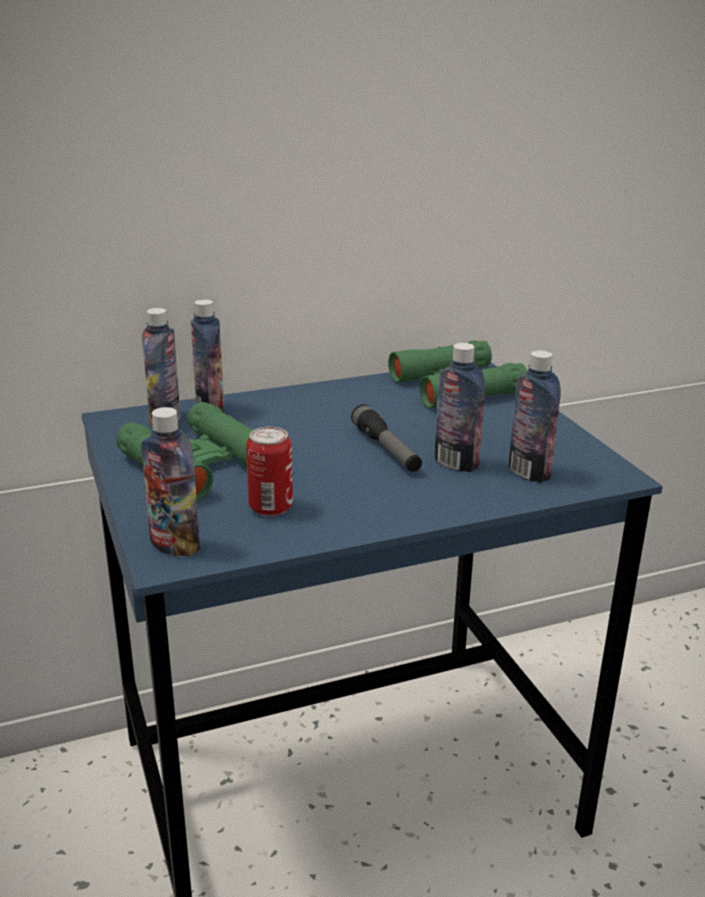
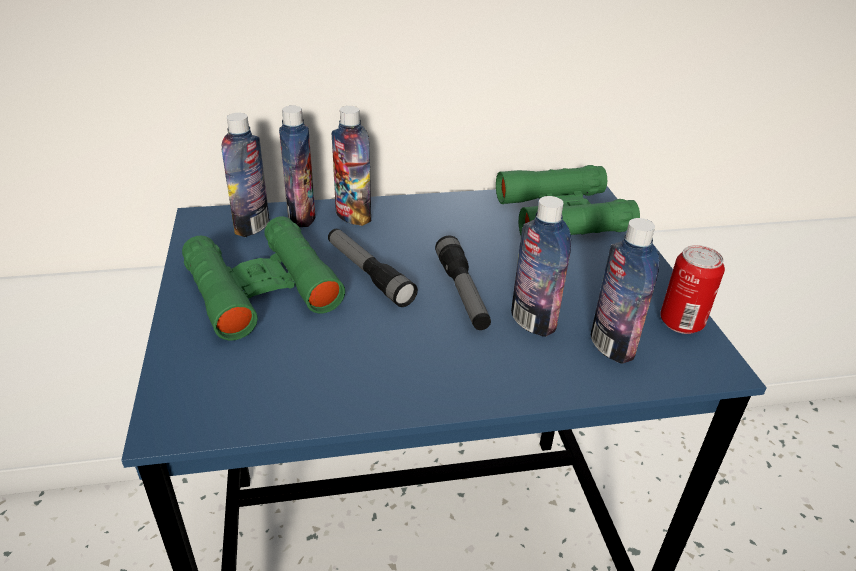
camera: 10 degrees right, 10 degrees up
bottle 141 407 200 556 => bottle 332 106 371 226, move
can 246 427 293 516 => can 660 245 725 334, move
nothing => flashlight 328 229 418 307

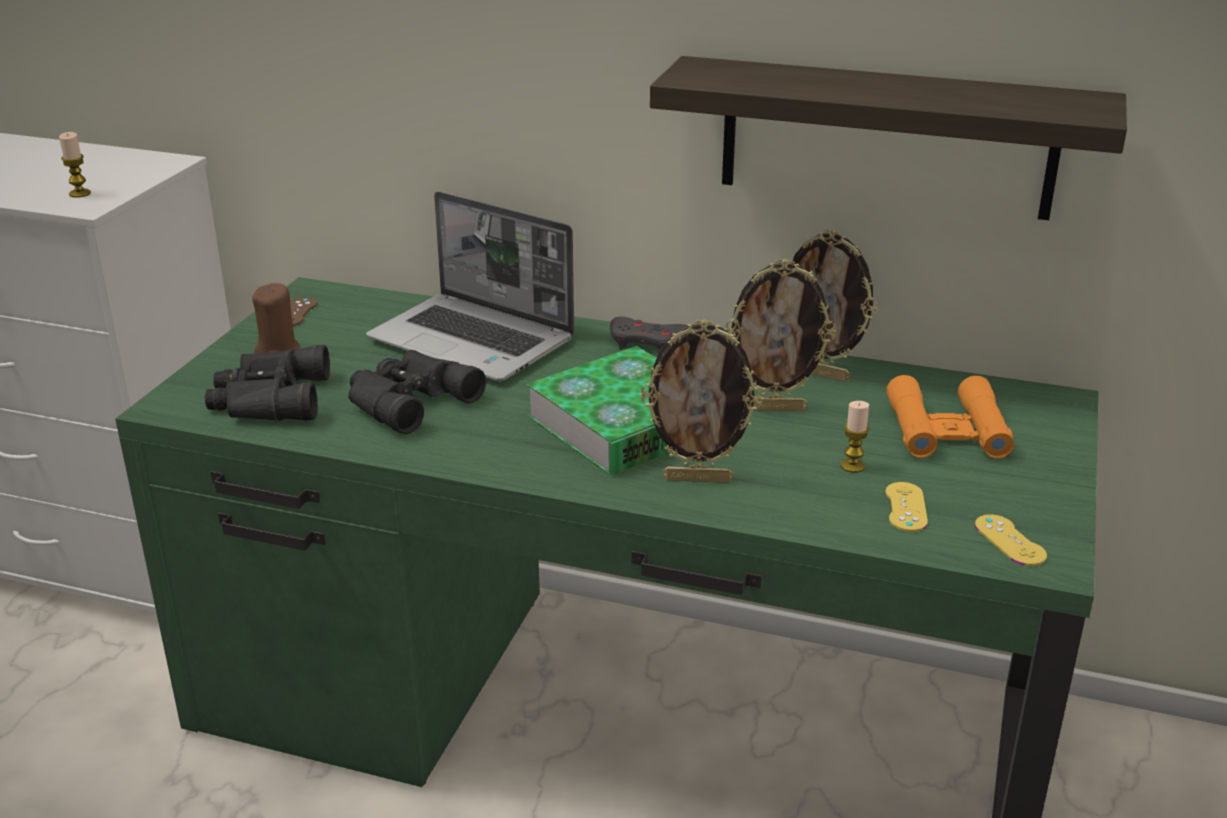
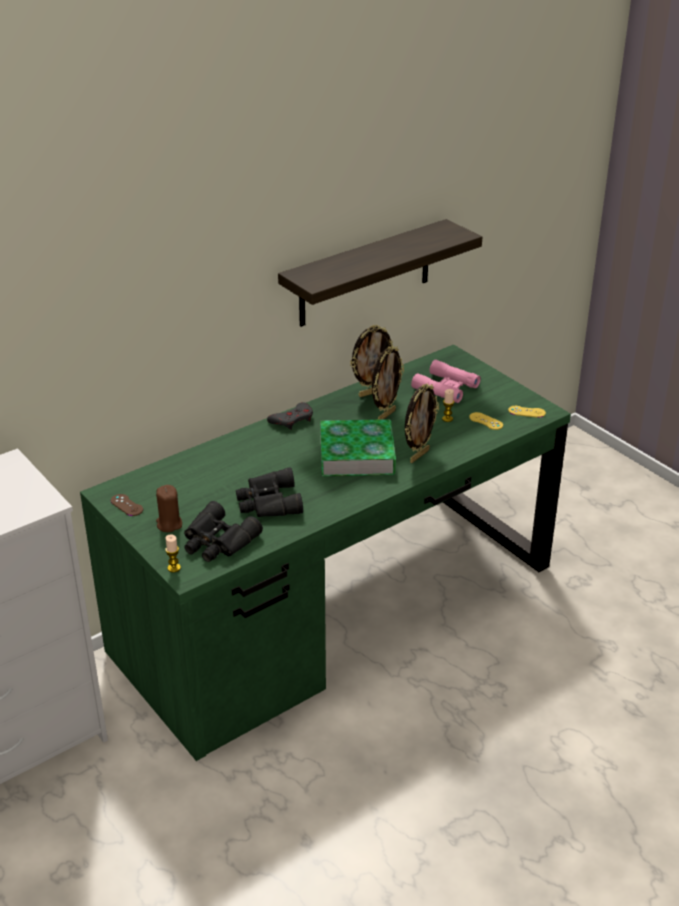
camera: 55 degrees left, 5 degrees up
candle 59 132 91 198 => candle 165 534 181 573, move
laptop 366 191 574 381 => nothing
orange_binoculars 886 375 1014 459 => pink_binoculars 411 360 481 403

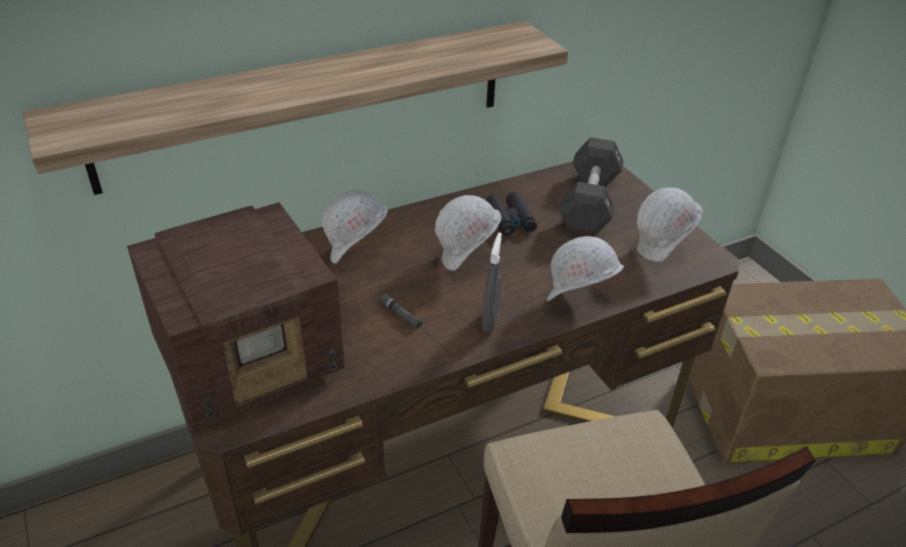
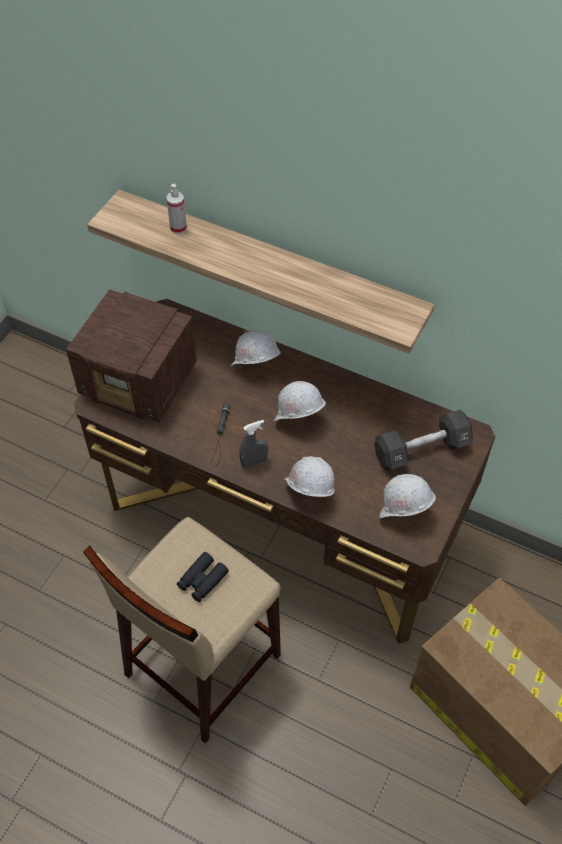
camera: 55 degrees right, 15 degrees up
black_binoculars 485 192 537 236 => black_binoculars 177 552 229 602, move
nothing => spray_bottle 166 184 187 234

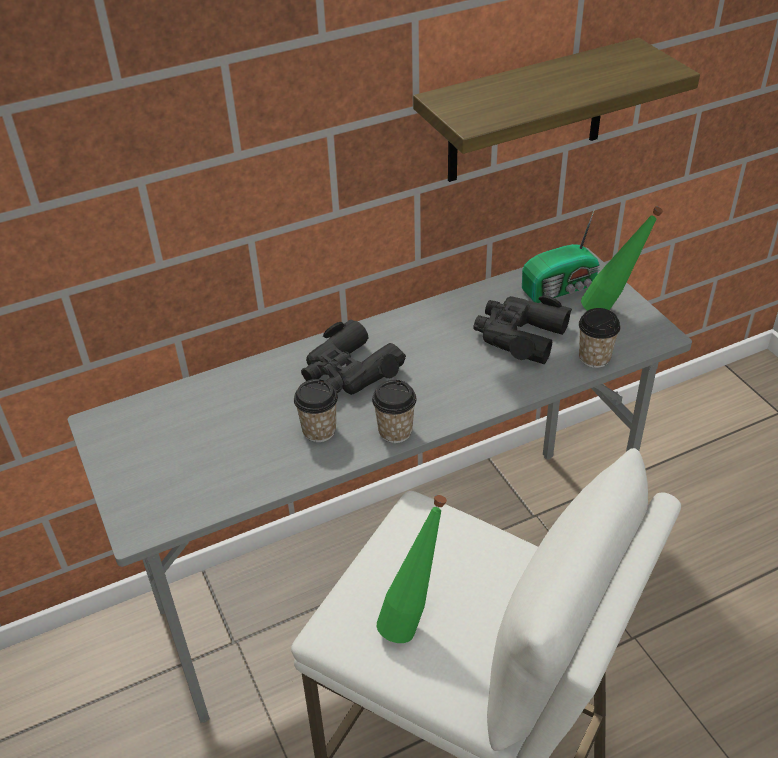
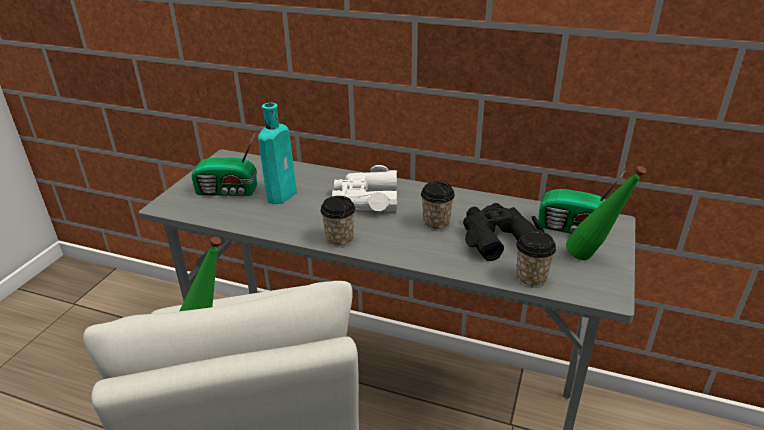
camera: 45 degrees right, 10 degrees down
shelf 413 38 700 182 => nothing
black_binoculars 301 319 406 395 => white_binoculars 332 165 397 211
cup 294 379 338 442 => cup 421 181 455 231, move
nothing => turquoise_bottle 258 103 297 204
nothing => radio 191 133 257 196

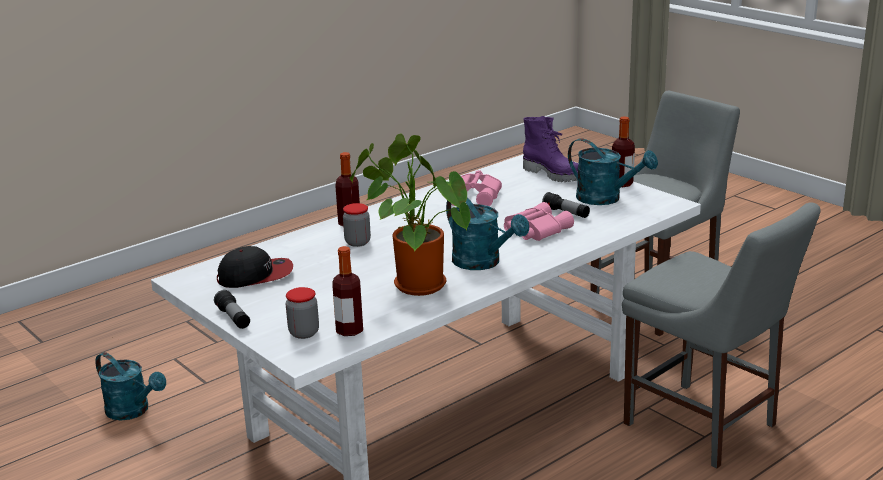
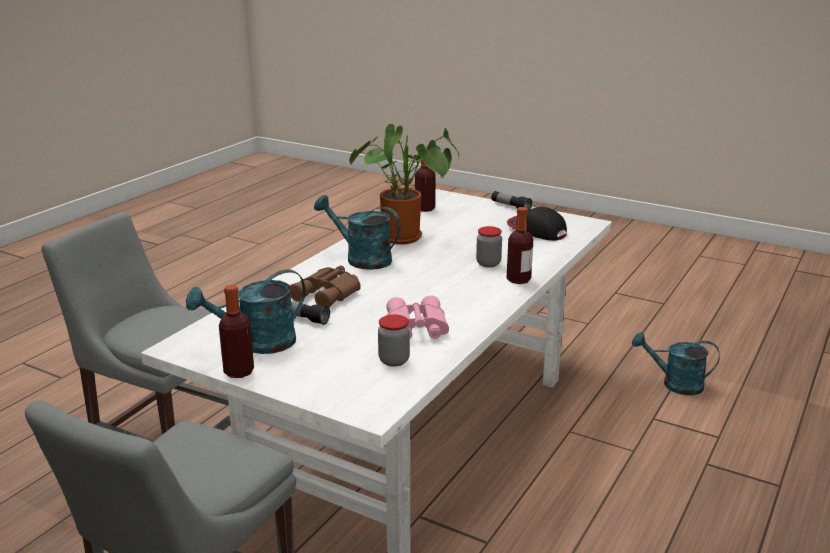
camera: 160 degrees right, 0 degrees up
purple_boot 523 116 578 182 => nothing
turquoise_watering_can 568 138 658 205 => turquoise_watering_can 186 269 306 354, 45 degrees counterclockwise
pink_binoculars 504 202 574 241 => brown_binoculars 290 265 361 307
cap 217 246 293 288 => cap 507 207 567 241, 75 degrees clockwise
jar 286 287 319 339 => jar 378 314 410 367, move

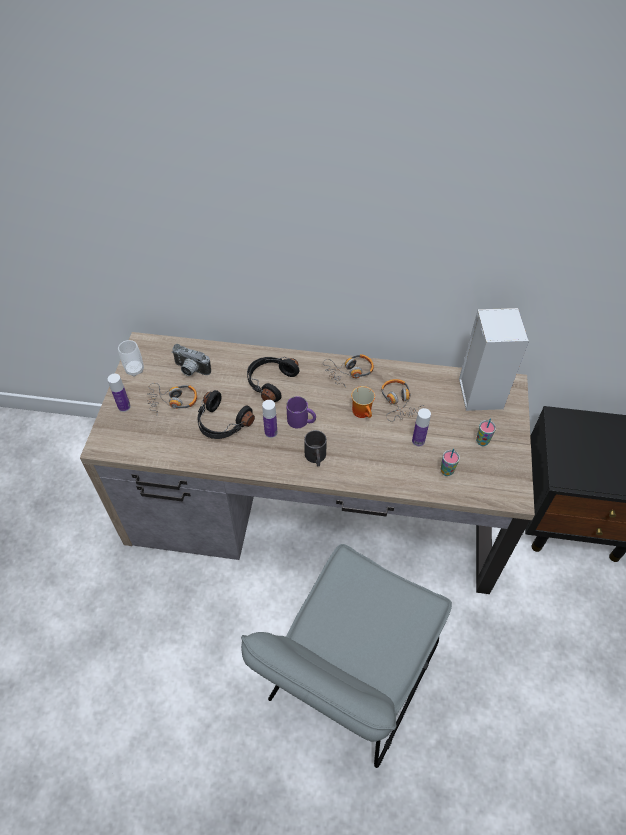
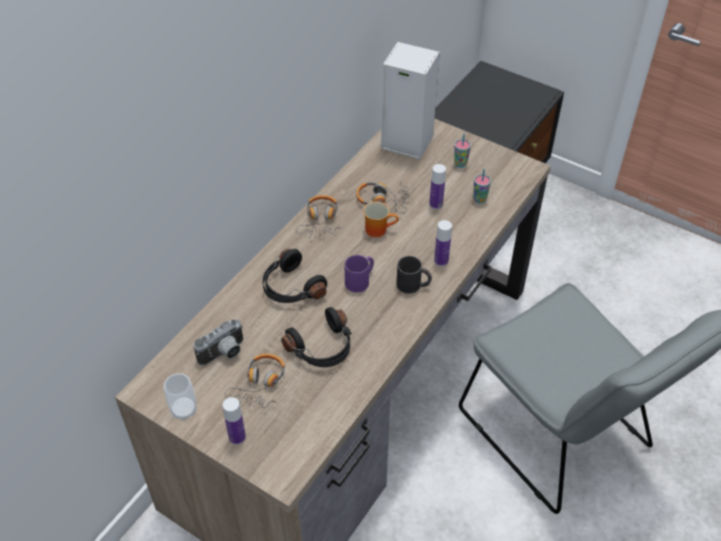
camera: 65 degrees left, 5 degrees down
bottle 262 400 277 438 => bottle 434 220 452 266, move

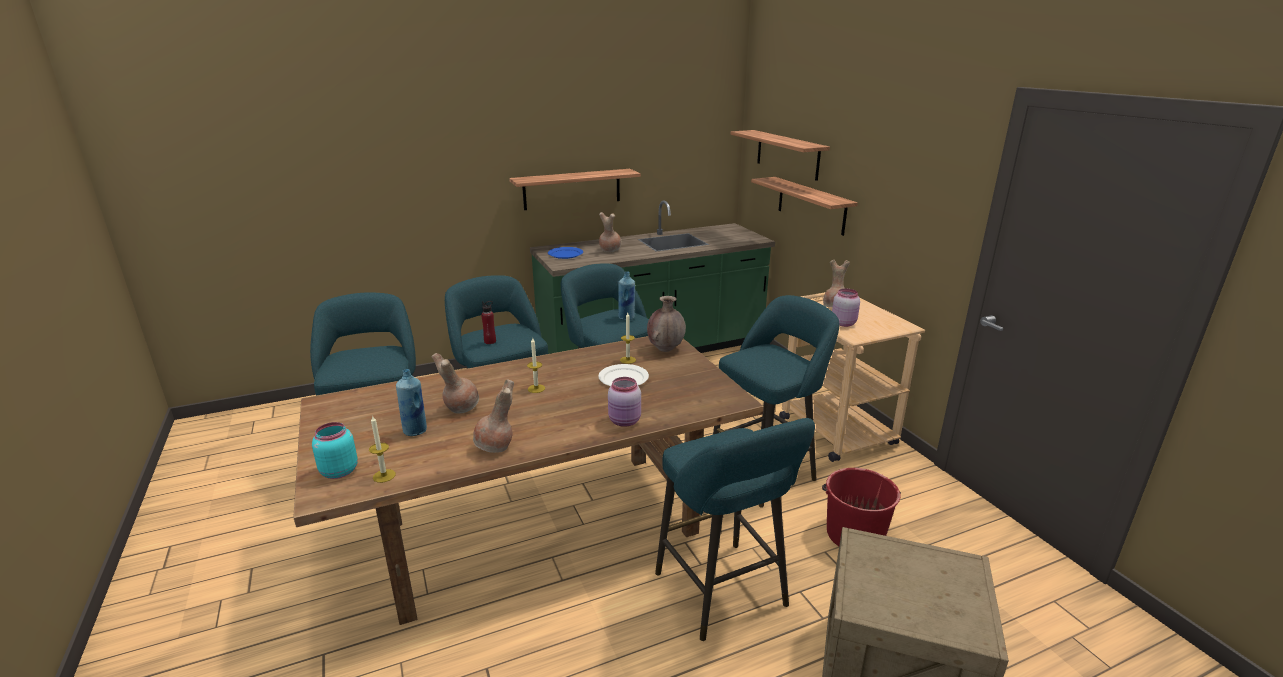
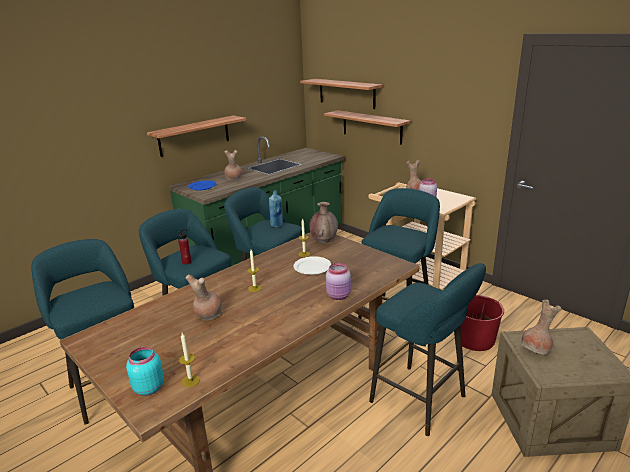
camera: 20 degrees left, 0 degrees up
blue_bottle 396 369 427 436 => nothing
brown_vase 473 380 514 453 => brown_vase 521 300 562 355, move

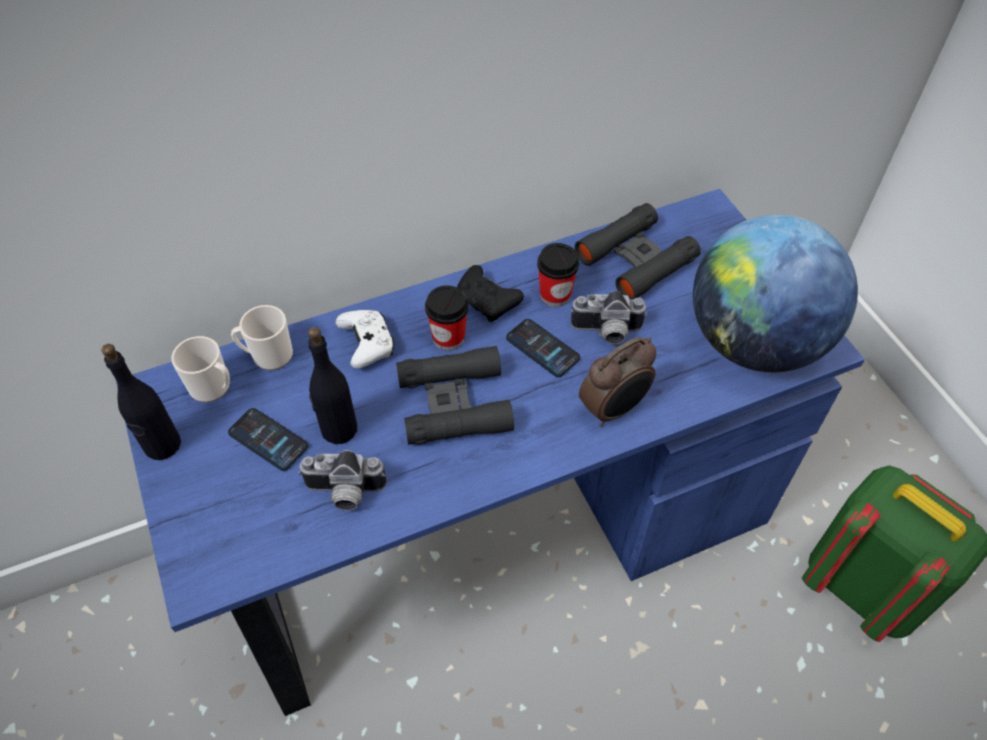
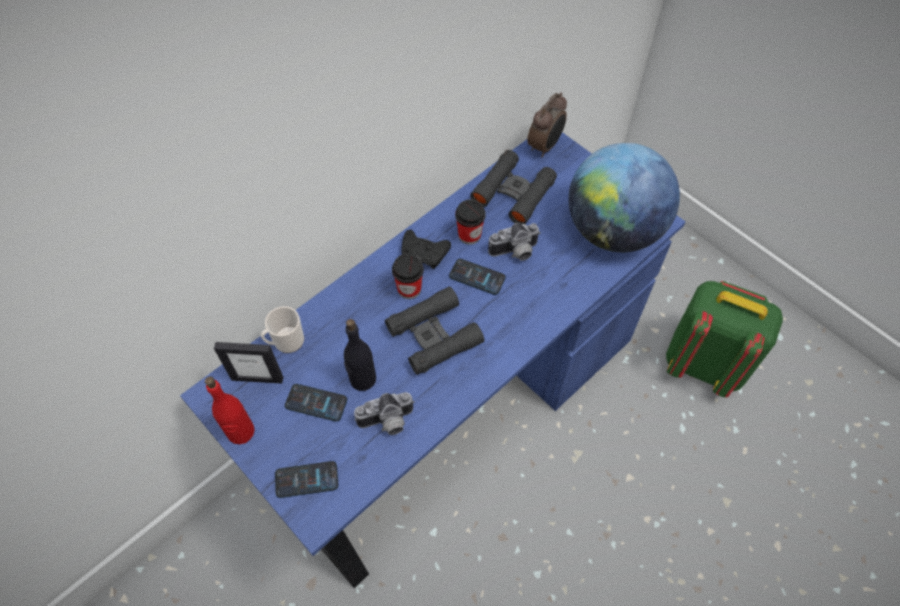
camera: 20 degrees left, 5 degrees up
white_game_controller 335 310 394 369 => nothing
mug 171 336 230 402 => picture_frame 214 342 283 384
alarm_clock 579 337 657 427 => alarm_clock 527 93 567 158, move
black_bottle 101 344 181 460 => red_bottle 205 377 255 444
nothing => phone 275 461 338 498

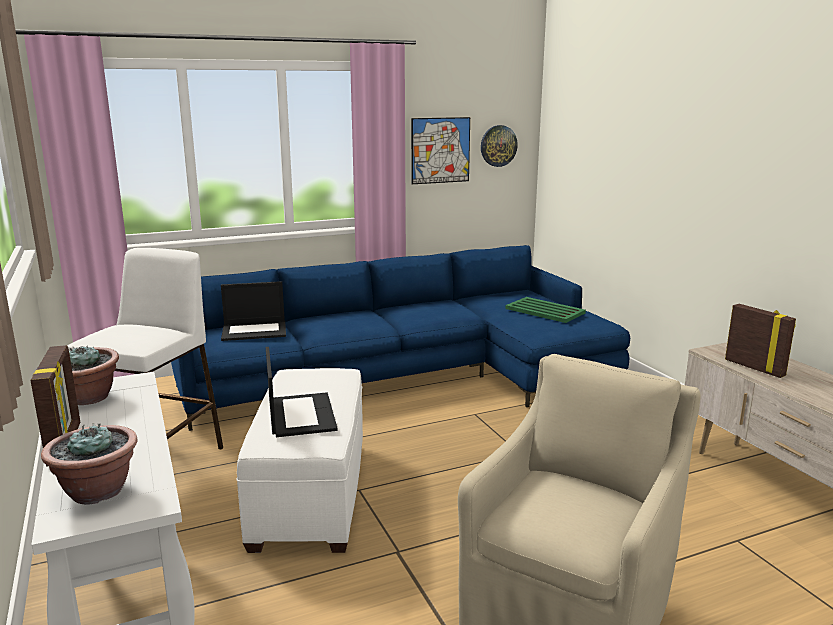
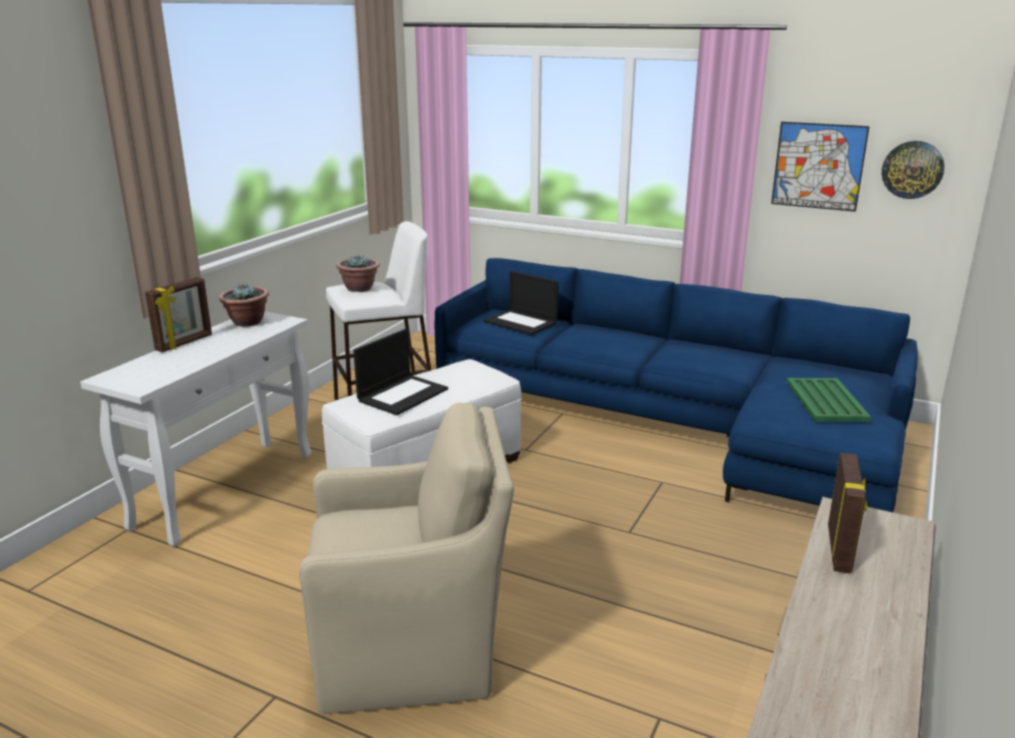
camera: 50 degrees right, 5 degrees up
potted_plant 41 423 138 504 => potted_plant 336 255 380 292, move

